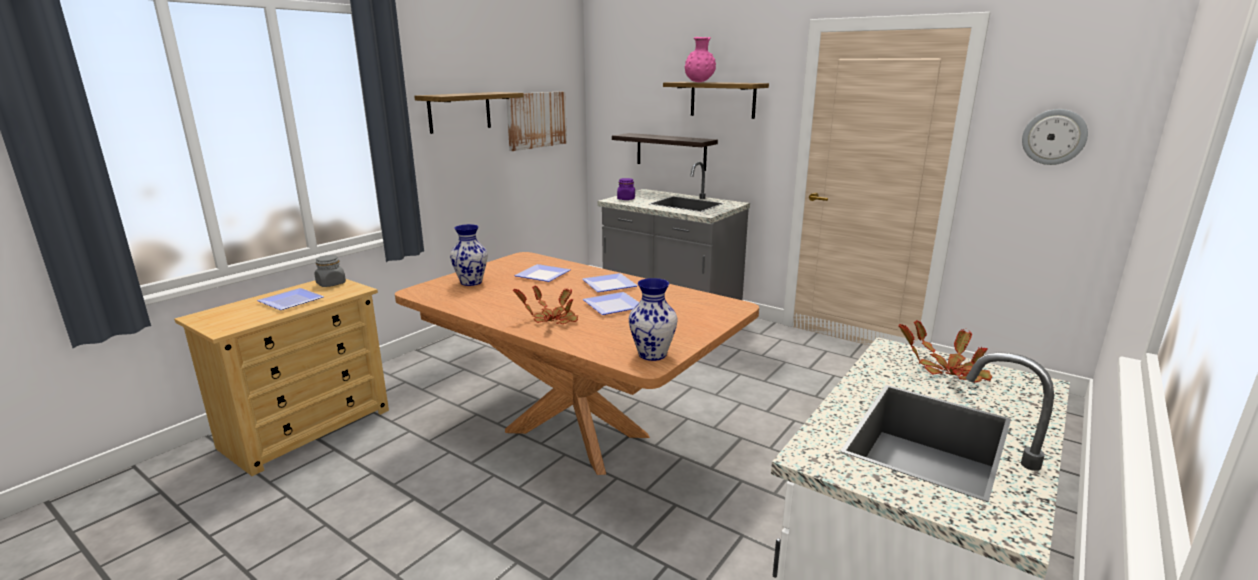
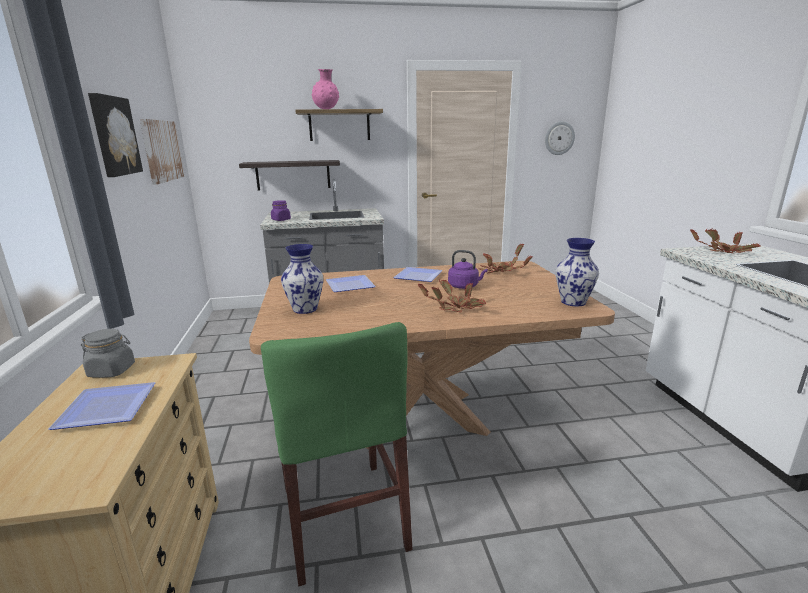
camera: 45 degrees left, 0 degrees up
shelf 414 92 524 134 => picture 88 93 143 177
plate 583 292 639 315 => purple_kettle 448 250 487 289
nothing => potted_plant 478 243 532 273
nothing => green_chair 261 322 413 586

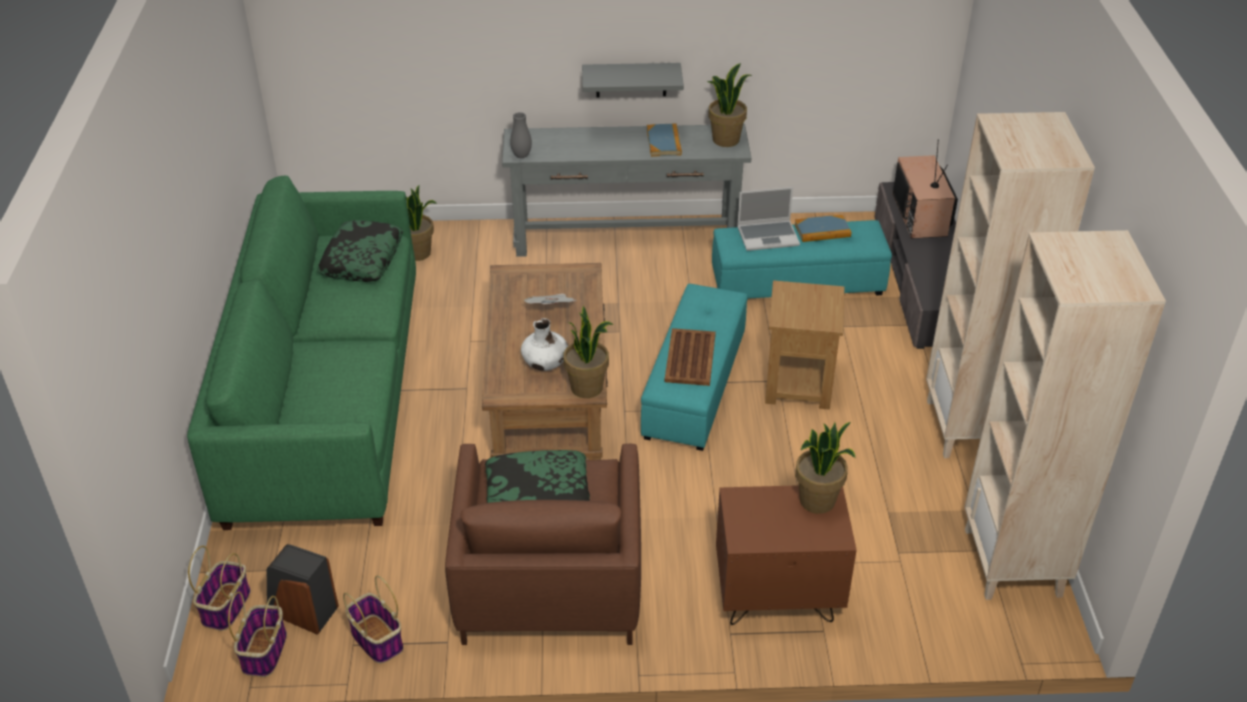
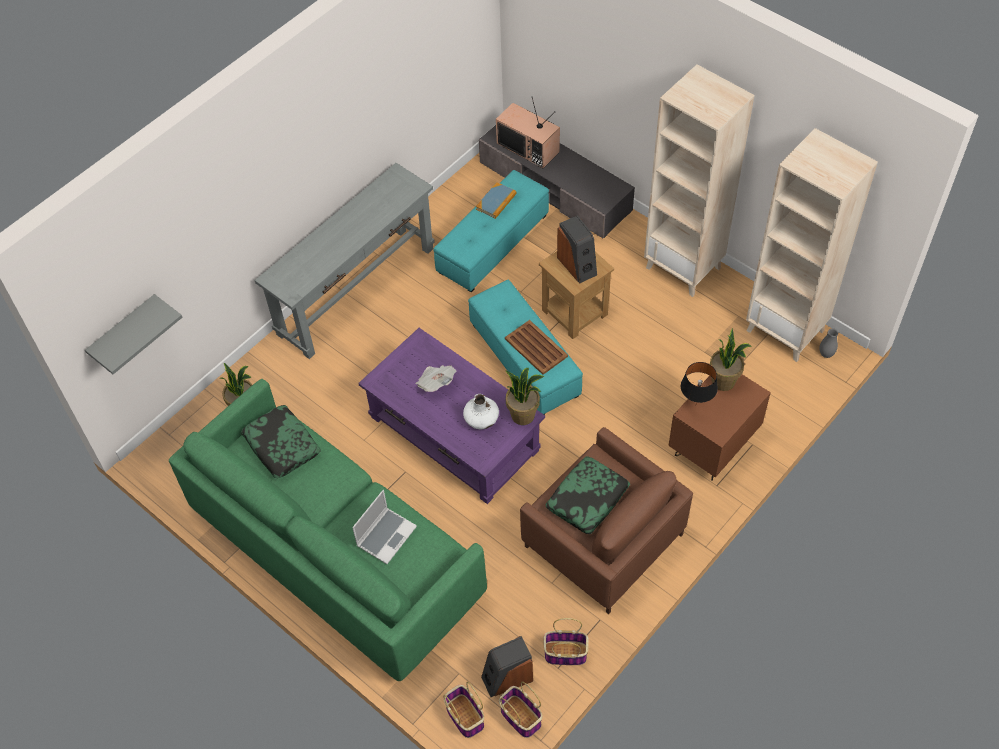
camera: 45 degrees left, 15 degrees up
grey_shelf 582 63 684 98 => grey_shelf 85 294 182 374, move
potted_plant 707 63 752 147 => nothing
grey_vase 510 112 532 158 => grey_vase 820 328 838 358, move
book 647 123 682 157 => nothing
laptop 737 187 800 251 => laptop 352 490 417 564, move
brown_coffee_table 482 263 608 460 => purple_coffee_table 358 328 545 504
nothing => speaker 557 215 597 284
nothing => black_table_lamp 681 362 718 404

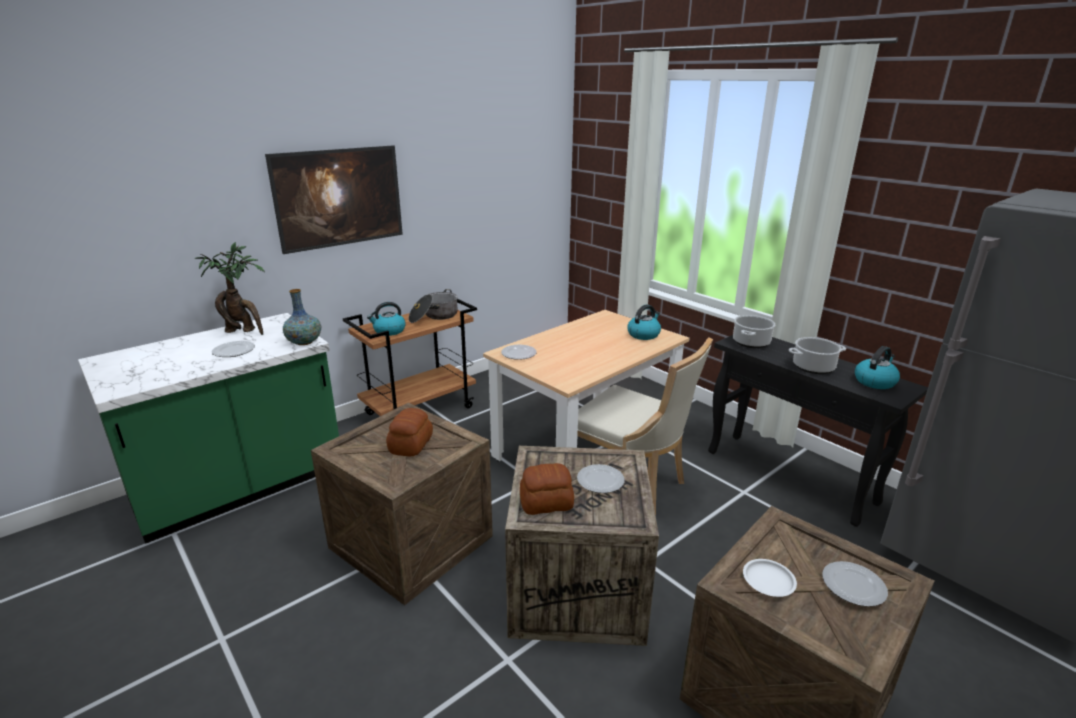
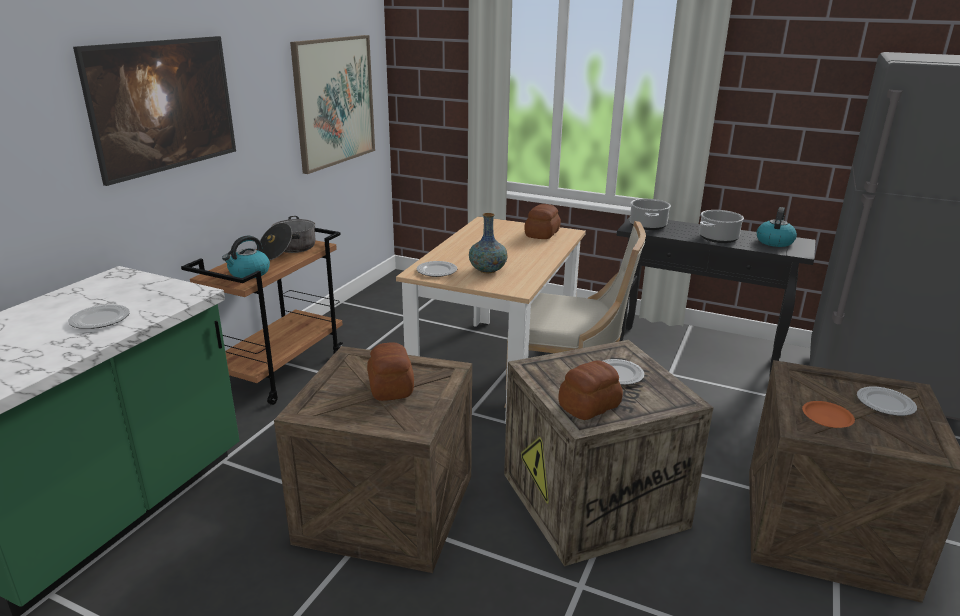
camera: 25 degrees left, 0 degrees up
potted_plant 194 242 265 335 => nothing
vase 283 289 321 345 => vase 469 213 508 273, move
kettle 627 305 661 340 => bread 524 204 561 239
white_plate 743 559 797 597 => orange_plate 802 401 855 428
nothing => picture 290 35 375 174

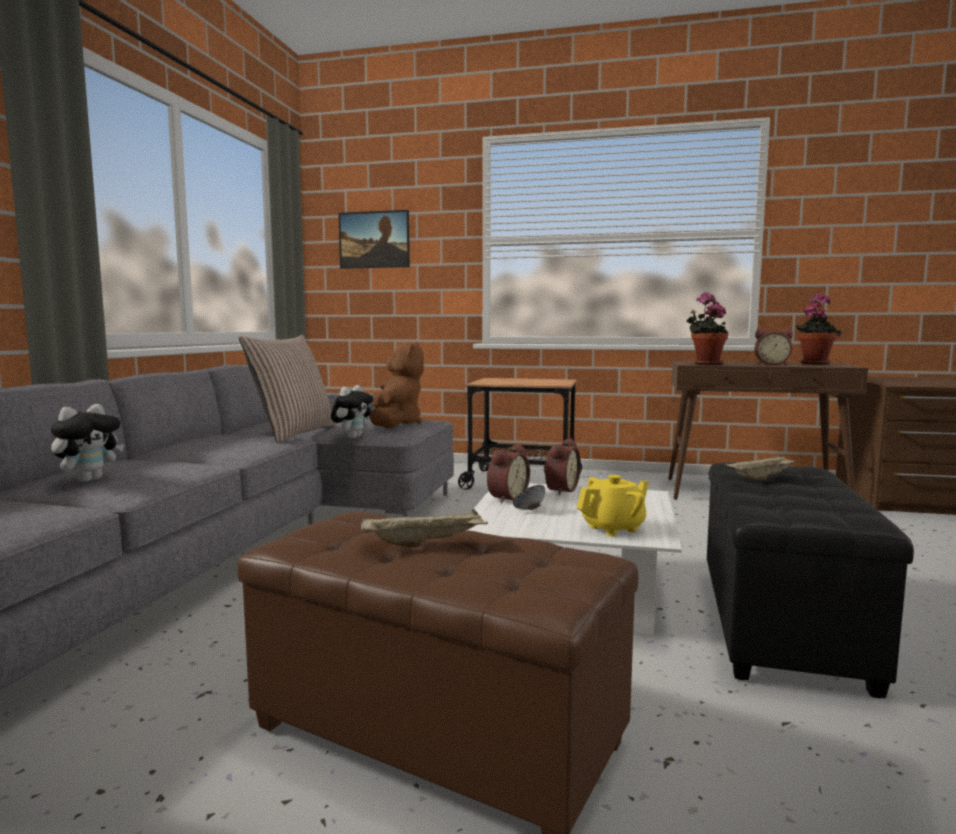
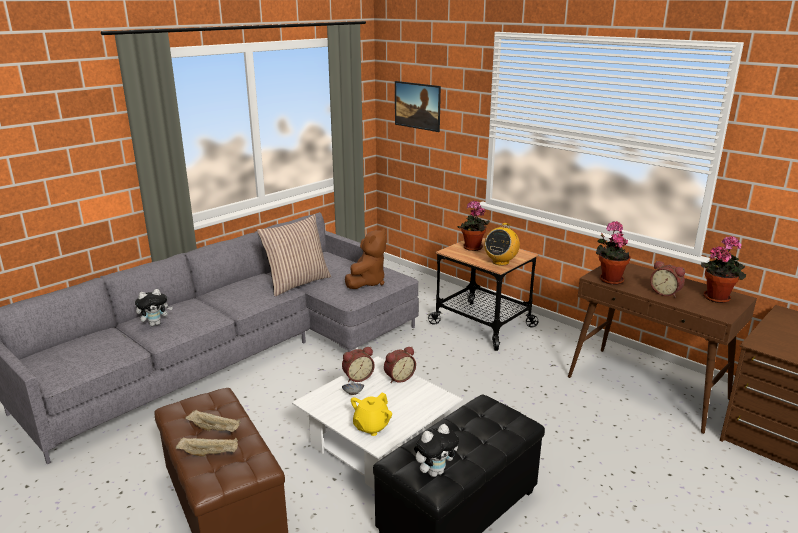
camera: 30 degrees right, 15 degrees up
plush_toy 331 385 373 438 => plush_toy 414 424 459 477, move
beige_tray 725 454 805 480 => beige_tray 176 438 238 457, move
yellow_teapot 577 475 649 536 => yellow_teapot 351 393 392 436, 120 degrees clockwise
nothing => potted_plant 458 201 490 251
nothing => radio 484 223 520 265

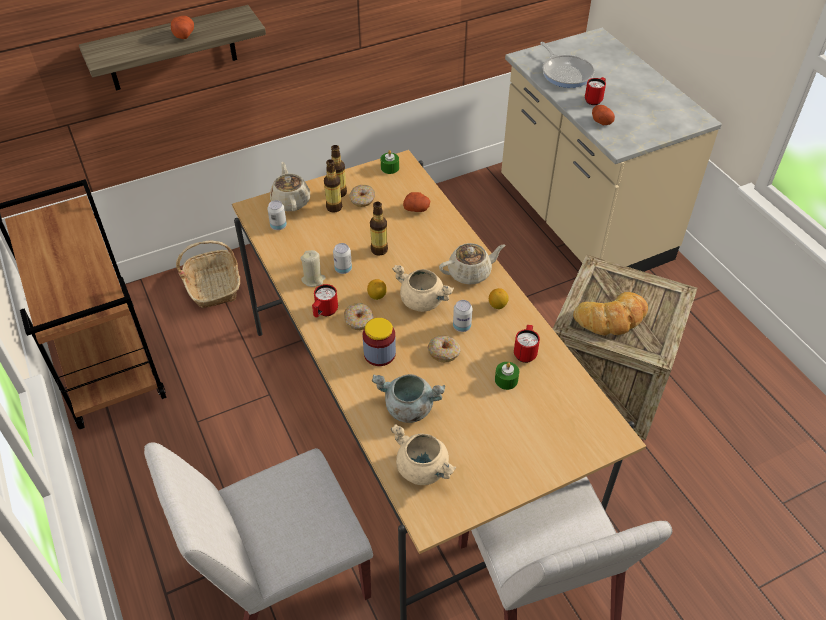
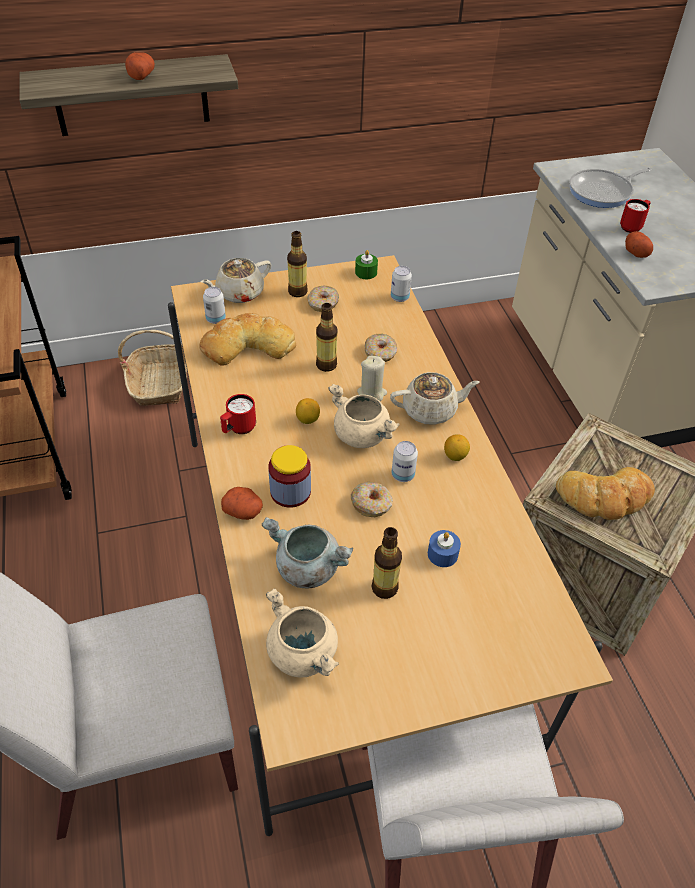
camera: 10 degrees right, 0 degrees up
frying_pan 540 42 595 88 => frying_pan 570 167 651 208, 75 degrees clockwise
bottle 324 159 342 213 => bottle 371 527 402 599, move
beige_teapot 270 162 310 211 => beige_teapot 201 258 271 303, 120 degrees counterclockwise
potato 403 192 430 212 => potato 221 487 263 520, move
can 333 243 352 274 => can 391 266 412 302, move
beige_candle 300 250 326 287 => beige_candle 357 356 387 401, move
donut 344 303 373 330 => donut 365 334 397 362, move
red_mug 514 325 540 363 => nothing
green_candle 495 362 519 390 => blue_candle 428 530 461 567
nothing => bread 199 313 296 365

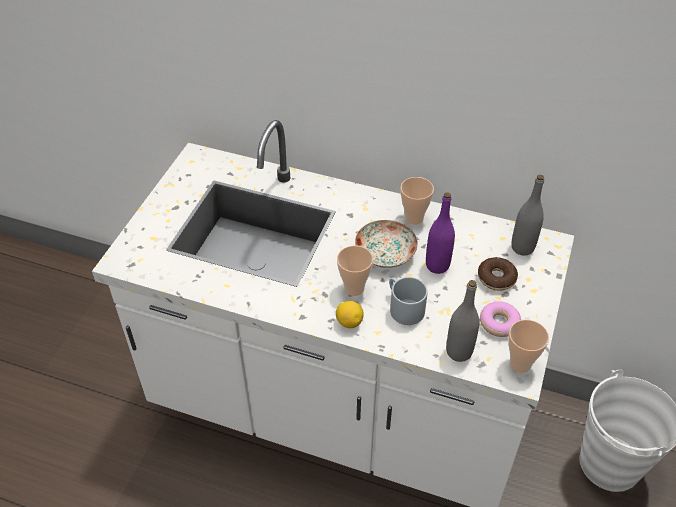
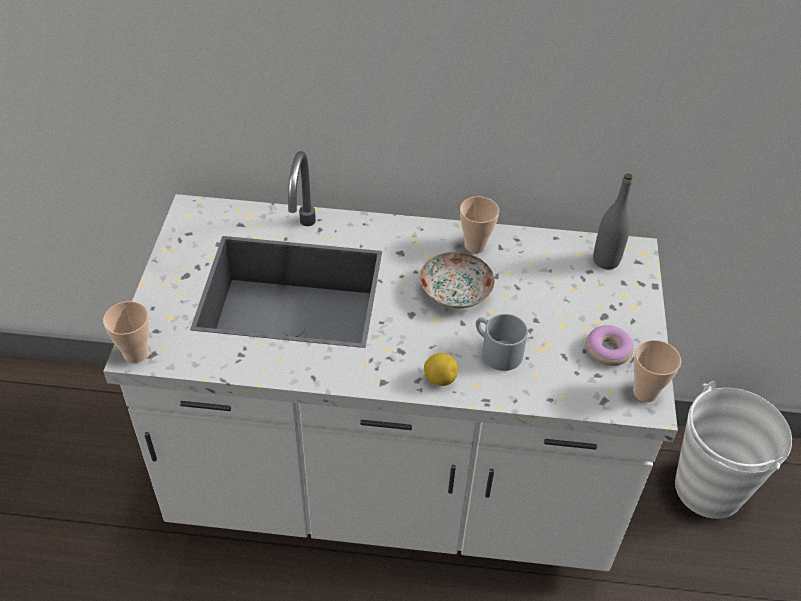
camera: 15 degrees left, 0 degrees up
purple_bottle 426 192 455 274 => nothing
cup 337 246 373 296 => cup 103 301 150 363, move
donut 478 257 518 291 => nothing
grey_bottle 446 280 479 362 => nothing

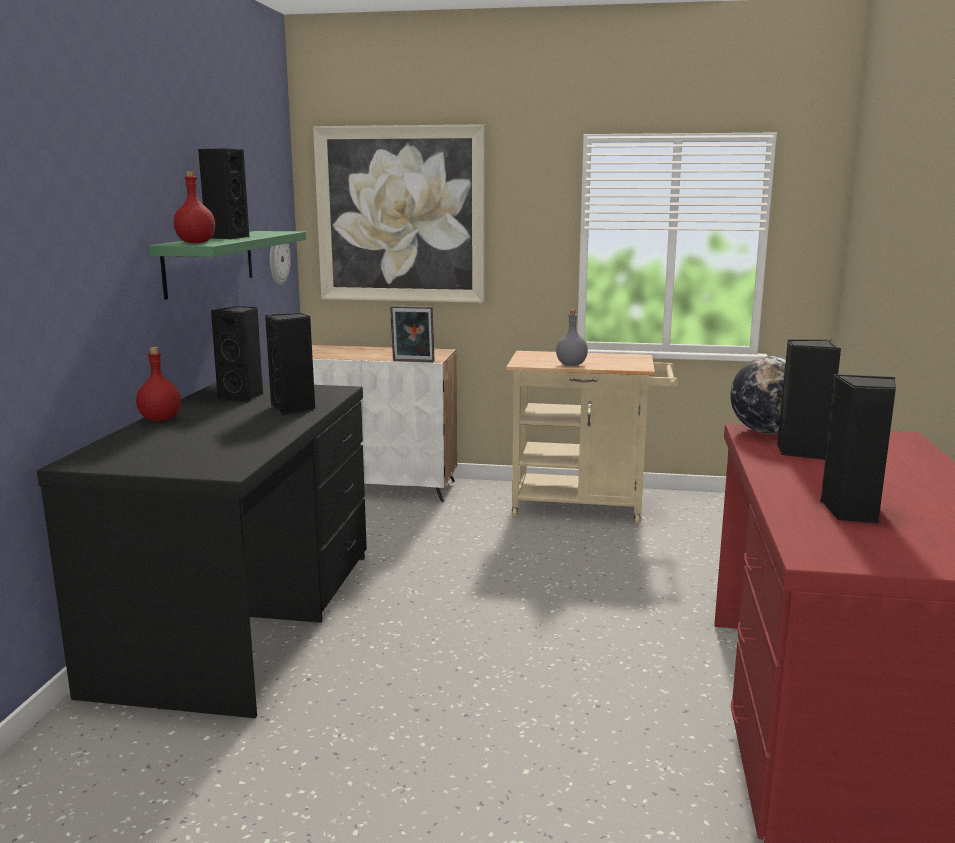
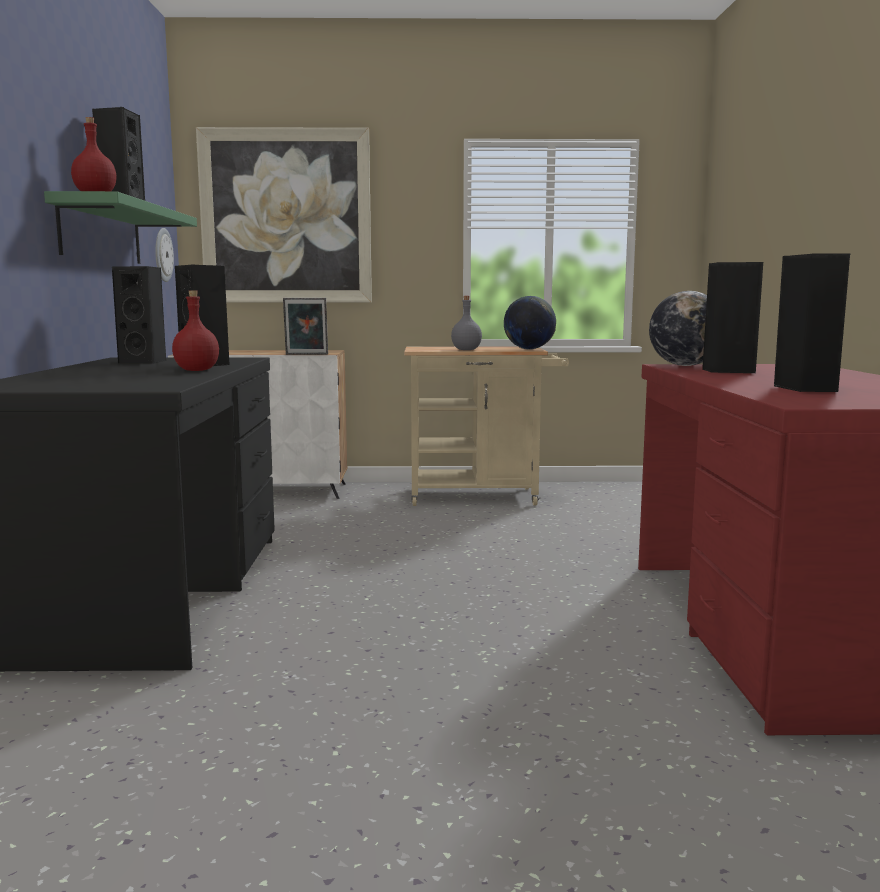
camera: 10 degrees left, 5 degrees down
red_bottle 136 347 181 421 => red_bottle 172 290 219 371, move
nothing => globe 504 296 556 349

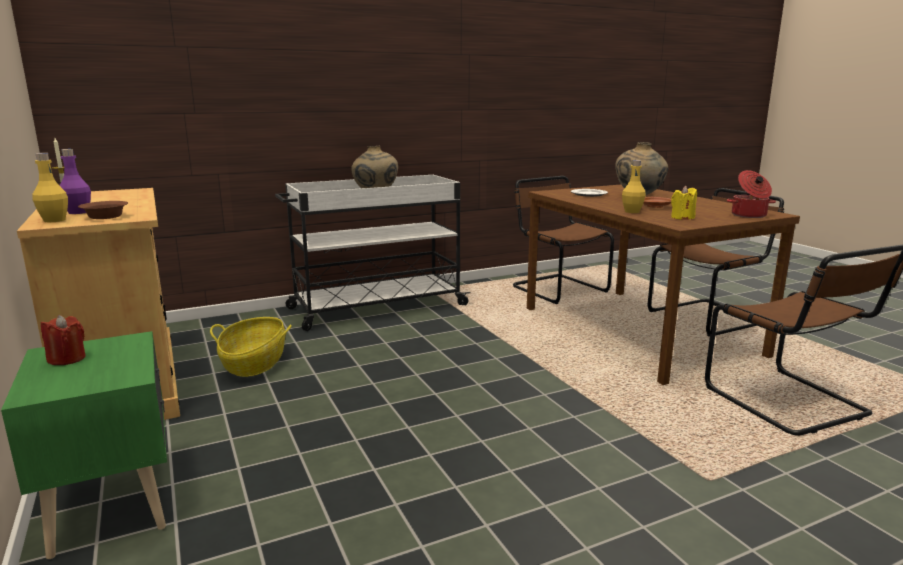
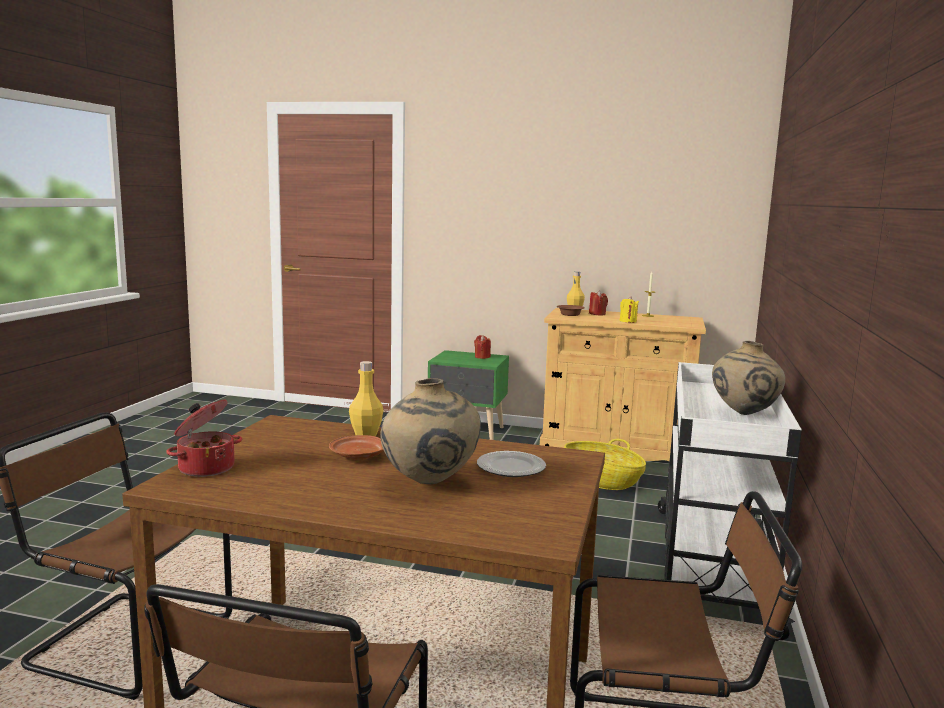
camera: 130 degrees right, 5 degrees down
purple_bottle 59 149 91 214 => red_candle 589 290 608 315
yellow_candle 671 186 697 220 => yellow_candle 619 296 639 323, move

